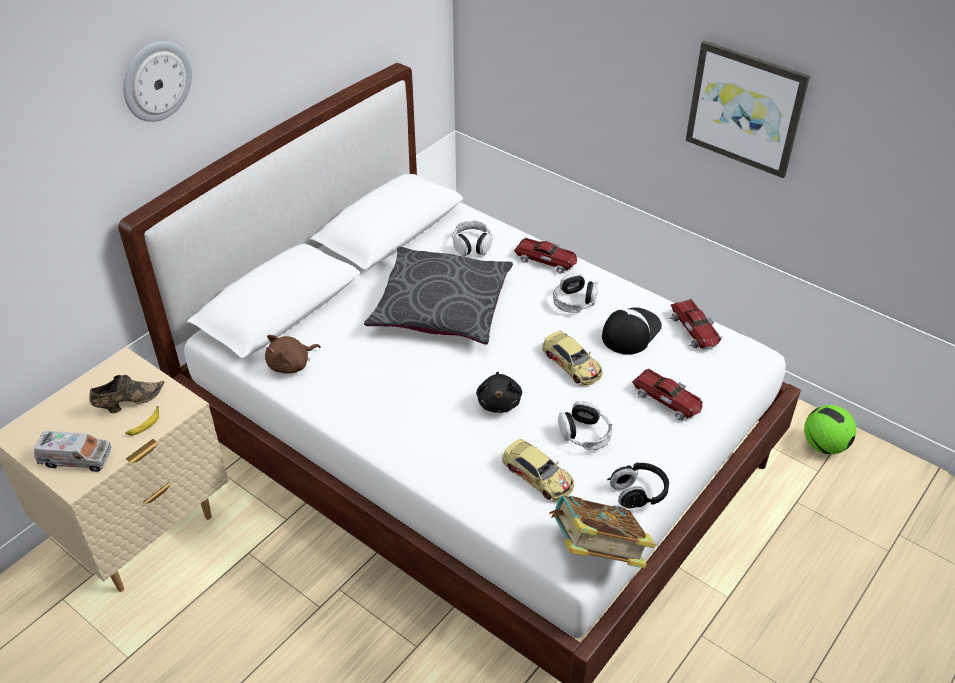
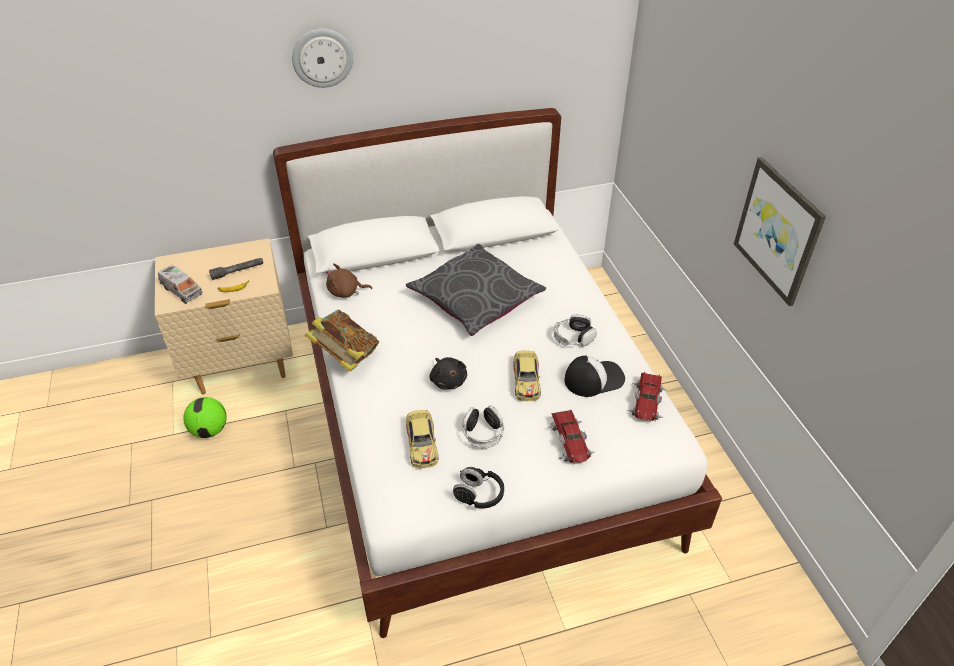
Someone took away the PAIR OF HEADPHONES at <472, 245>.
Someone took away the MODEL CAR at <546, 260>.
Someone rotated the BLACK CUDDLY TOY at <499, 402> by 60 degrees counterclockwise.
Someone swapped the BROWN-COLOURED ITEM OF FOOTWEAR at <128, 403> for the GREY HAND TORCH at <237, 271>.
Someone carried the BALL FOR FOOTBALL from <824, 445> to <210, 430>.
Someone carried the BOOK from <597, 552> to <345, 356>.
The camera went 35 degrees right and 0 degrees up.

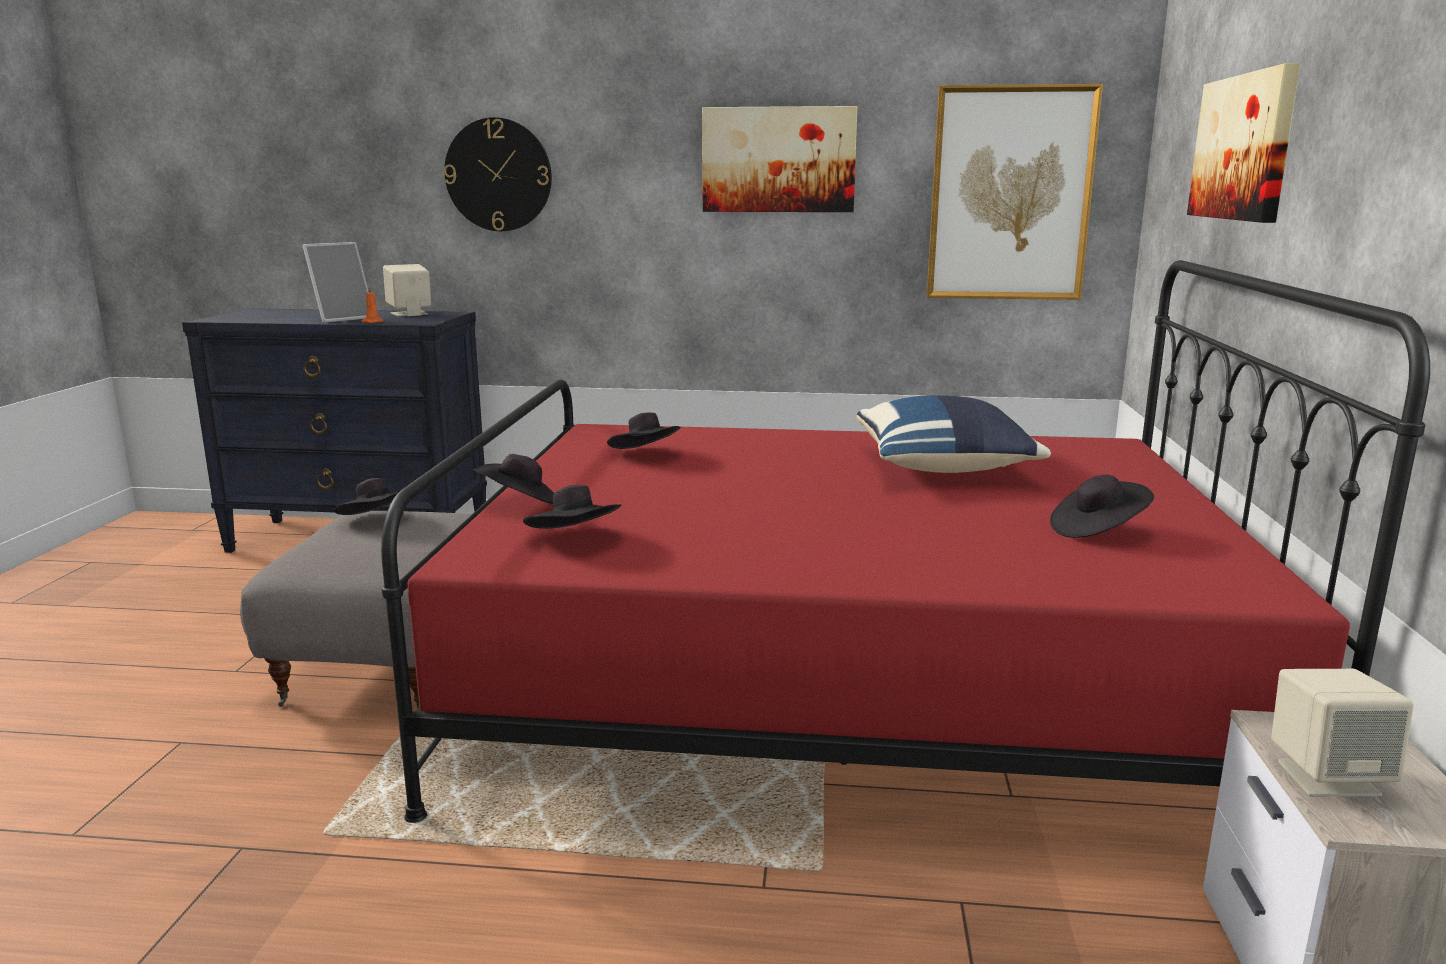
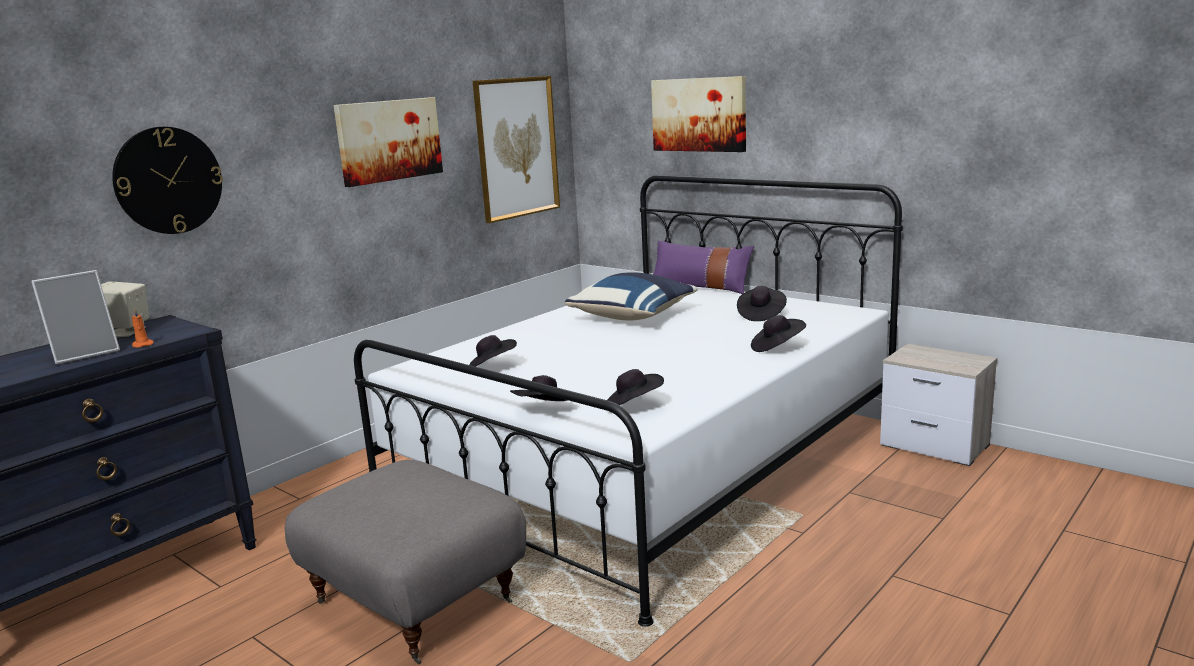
Someone rotated the PICTURE FRAME at <342, 318> by 60 degrees clockwise.
Someone repainted the REDDISH BED at <843, 687>, which became the WHITE BED at <648, 462>.
Someone carried the BLACK WEARABLE HAT from <376, 521> to <777, 348>.
Someone took away the BEIGE LOUDSPEAKER at <1327, 777>.
Someone put down the PURPLE PILLOW at <700, 287>.
The camera went 55 degrees left and 0 degrees up.

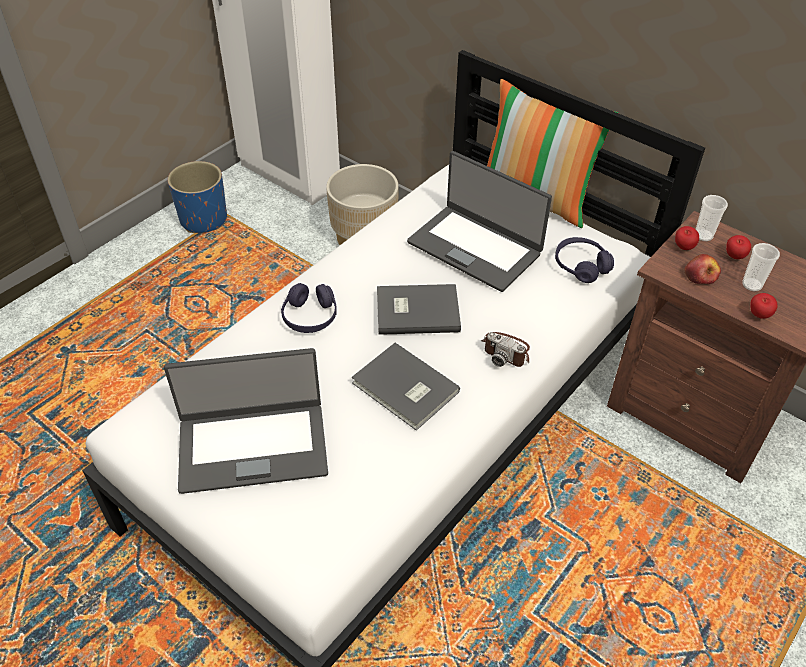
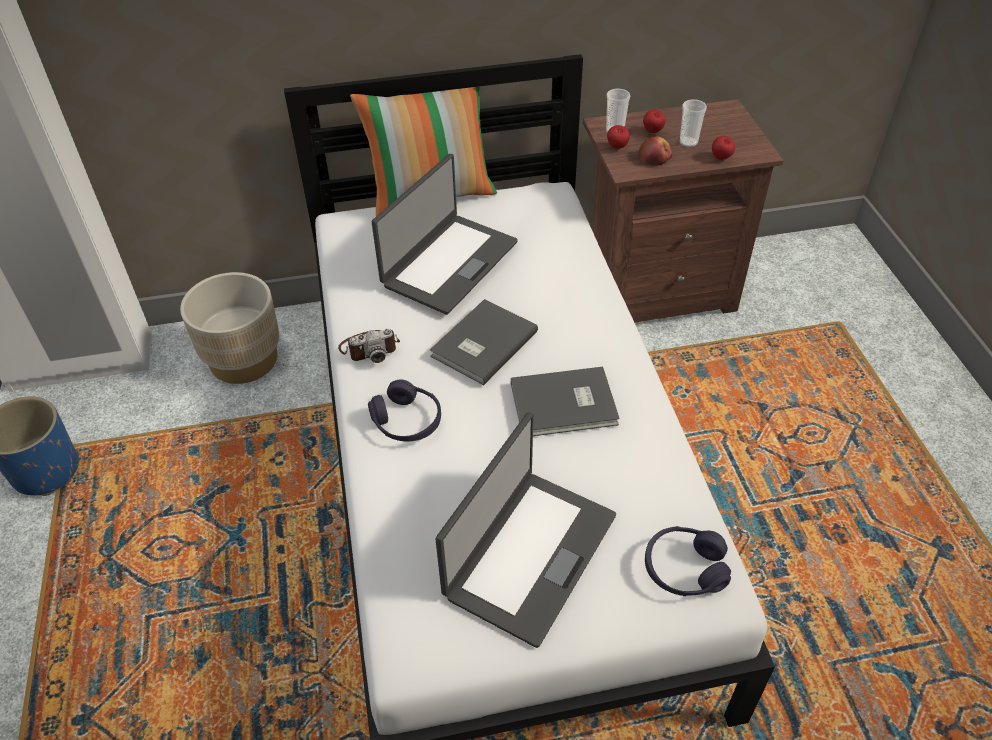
Someone rotated the PORTABLE COMPUTER at <475, 247> by 45 degrees counterclockwise.
Someone carried the PURPLE PAIR OF HEADPHONES from <581, 266> to <684, 569>.
Someone carried the STILL CAMERA from <506, 351> to <369, 348>.
The camera went 50 degrees left and 0 degrees up.

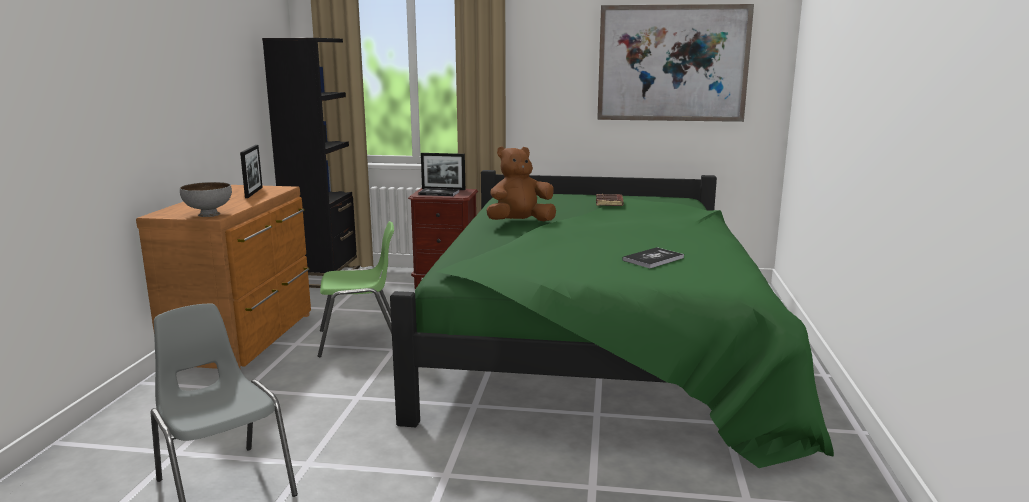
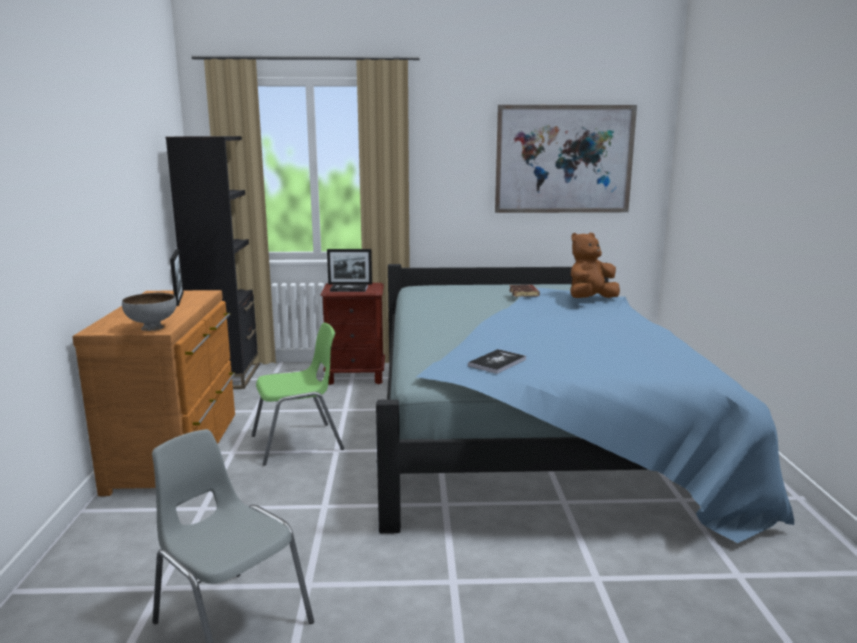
Someone carried the BROWN-COLOURED CUDDLY TOY from <520, 223> to <590, 300>.
Someone repainted the GREEN-COLOURED BED at <599, 347>, which became the BLUE BED at <533, 432>.
Someone carried the BOOK from <653, 259> to <497, 362>.
The camera went 10 degrees left and 0 degrees up.

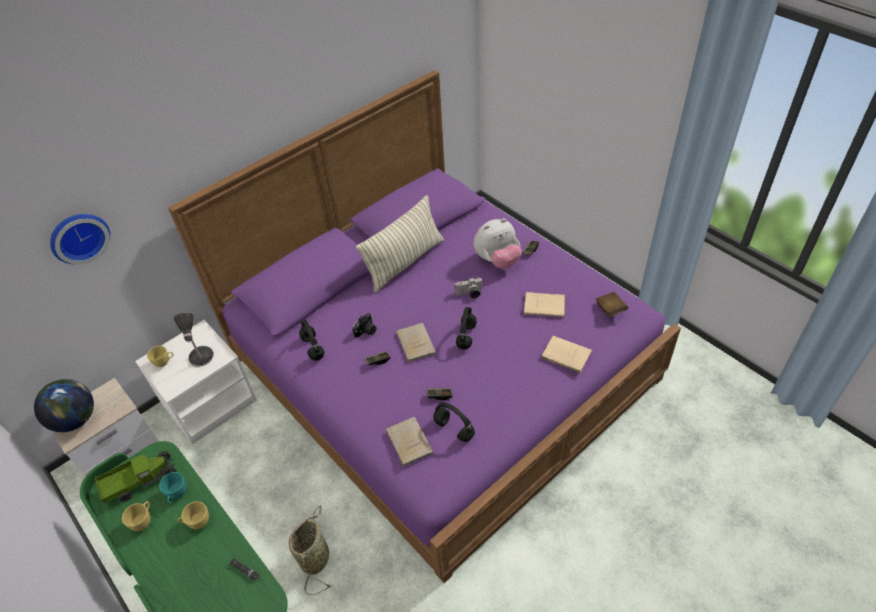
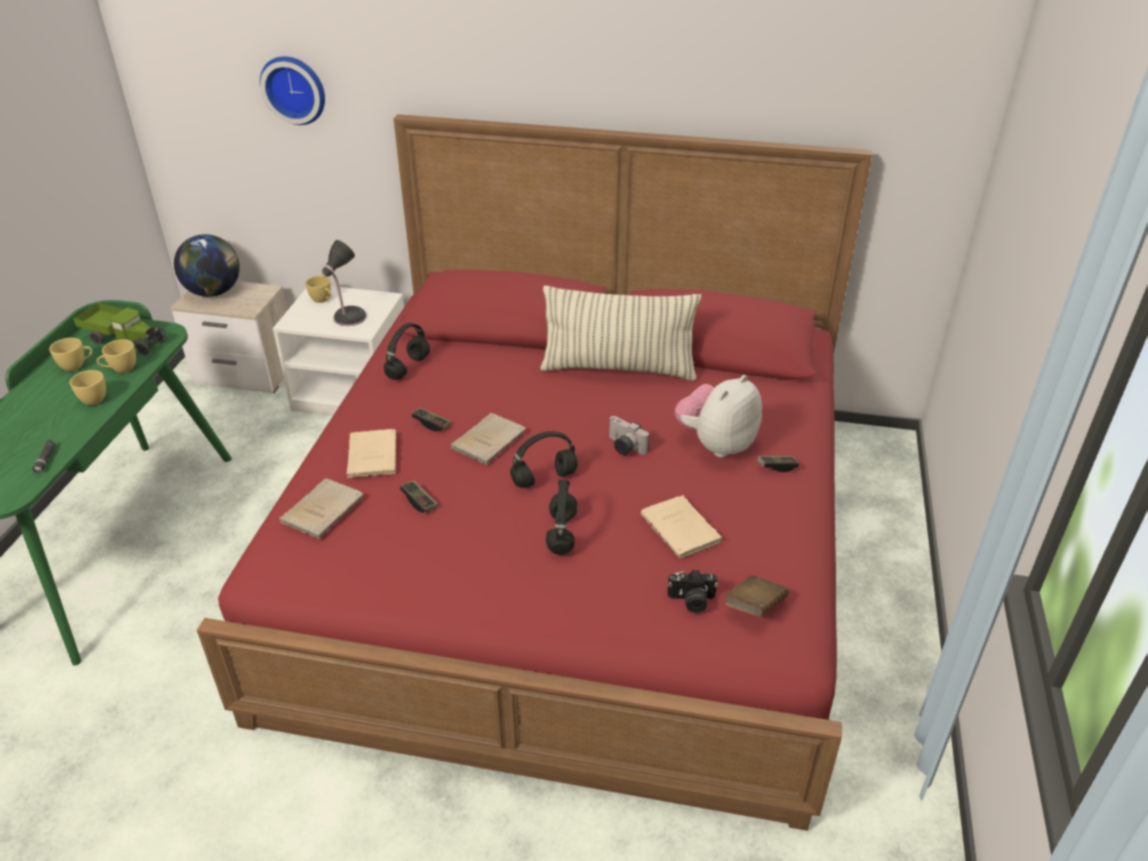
Someone repainted the PURPLE BED at <442, 367>, which became the REDDISH BED at <574, 548>.
Someone rotated the CUDDLY TOY at <497, 260> by 105 degrees clockwise.
Someone carried the STILL CAMERA from <366, 331> to <691, 601>.
Someone carried the BEIGE BOOK from <564, 354> to <372, 454>.
Someone carried the BLACK PAIR OF HEADPHONES from <453, 429> to <561, 533>.
Someone repainted the TURQUOISE SMALL CUP at <177, 495>, which became the YELLOW SMALL CUP at <120, 369>.
Someone took away the STORAGE BASKET at <315, 556>.
The camera went 50 degrees right and 10 degrees down.

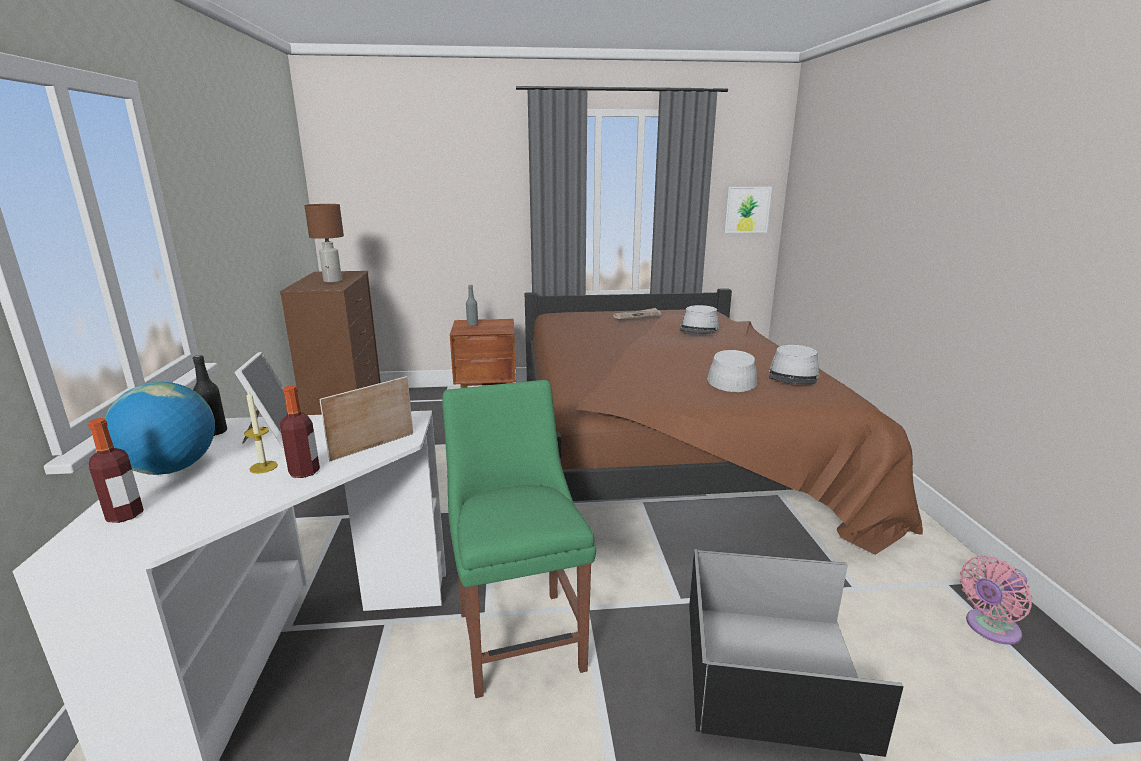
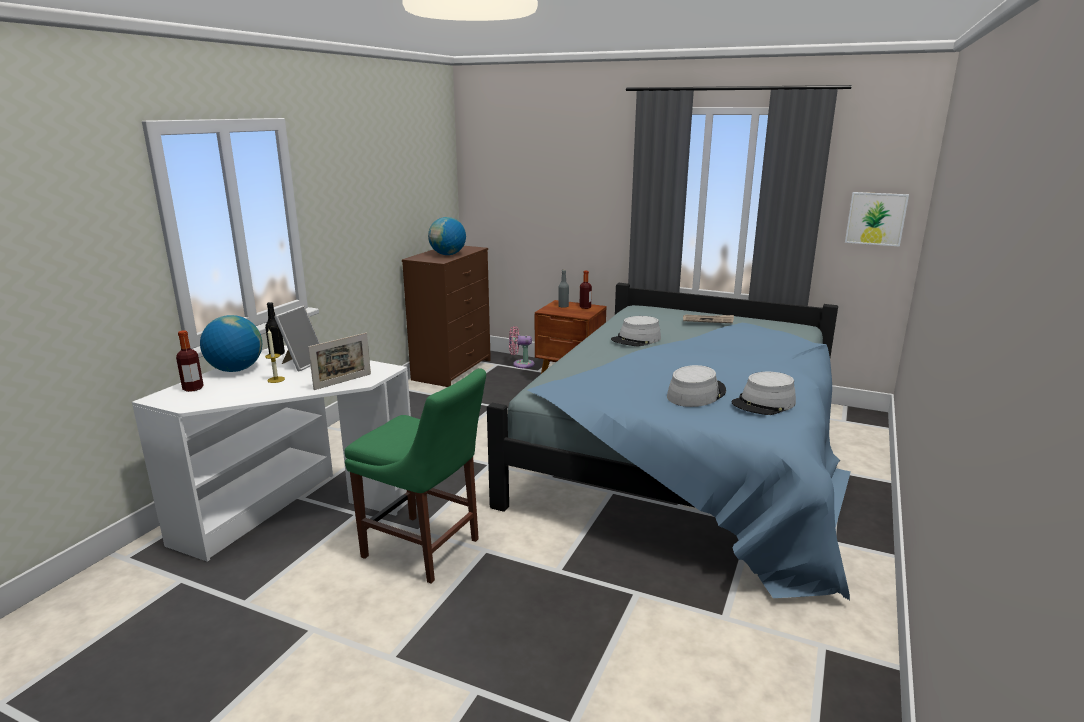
Someone swapped the BROWN-COLOURED TABLETOP LAMP at <333, 281> for the WORLD GLOBE at <448, 254>.
Someone repainted the BROWN-COLOURED BED at <670, 451>, which became the BLUE BED at <688, 459>.
Someone carried the GREY WEARABLE HAT from <699, 328> to <636, 339>.
Someone rotated the PICTURE FRAME at <373, 447> by 150 degrees clockwise.
Someone rotated the GREEN-COLOURED CHAIR at <519, 634> by 105 degrees clockwise.
Someone carried the BOTTLE from <304, 472> to <585, 307>.
Someone took away the BLACK STORAGE CONTAINER at <774, 674>.
Someone carried the PINK-COLOURED FAN from <989, 628> to <521, 364>.
The camera went 30 degrees right and 0 degrees up.

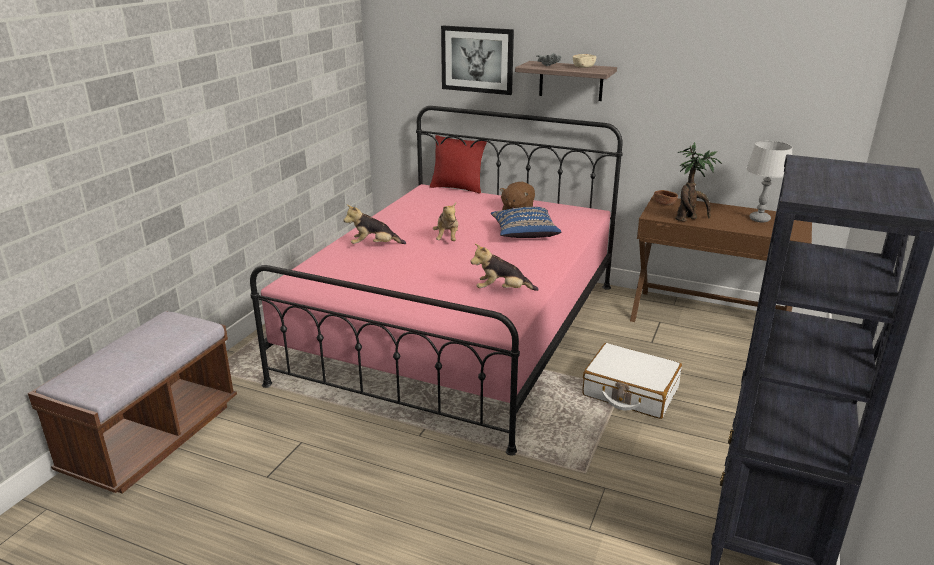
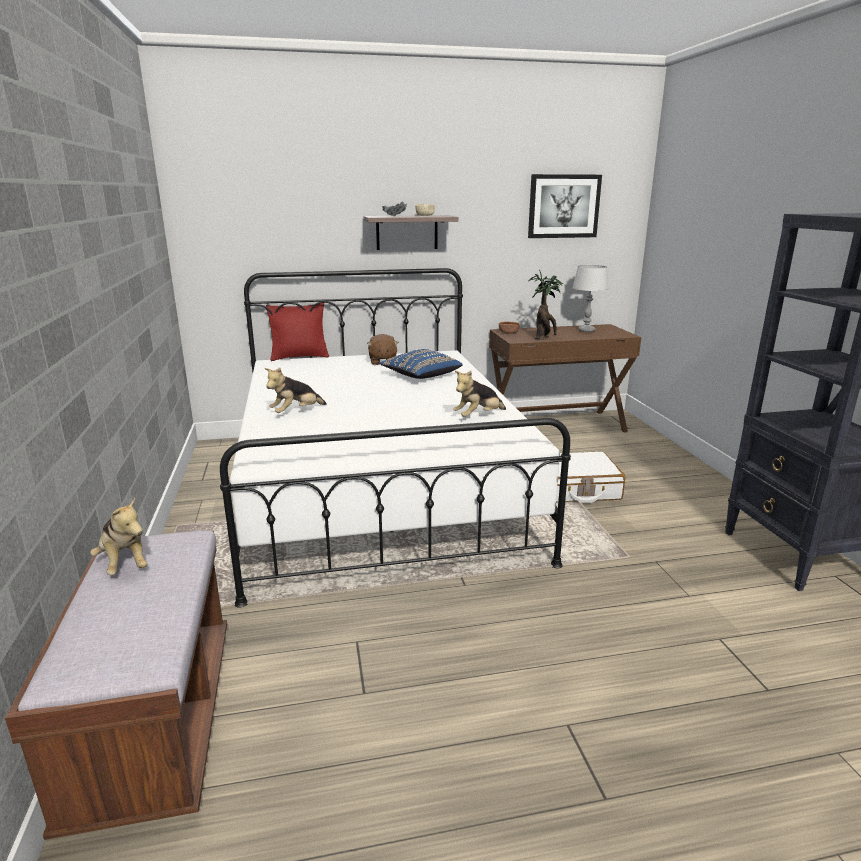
Someone carried the PICTURE from <477, 59> to <563, 206>.
Someone repainted the PINK-COLOURED BED at <456, 330>, which became the WHITE BED at <379, 488>.
Someone carried the CUDDLY TOY from <447, 238> to <125, 563>.
The camera went 35 degrees left and 5 degrees down.

